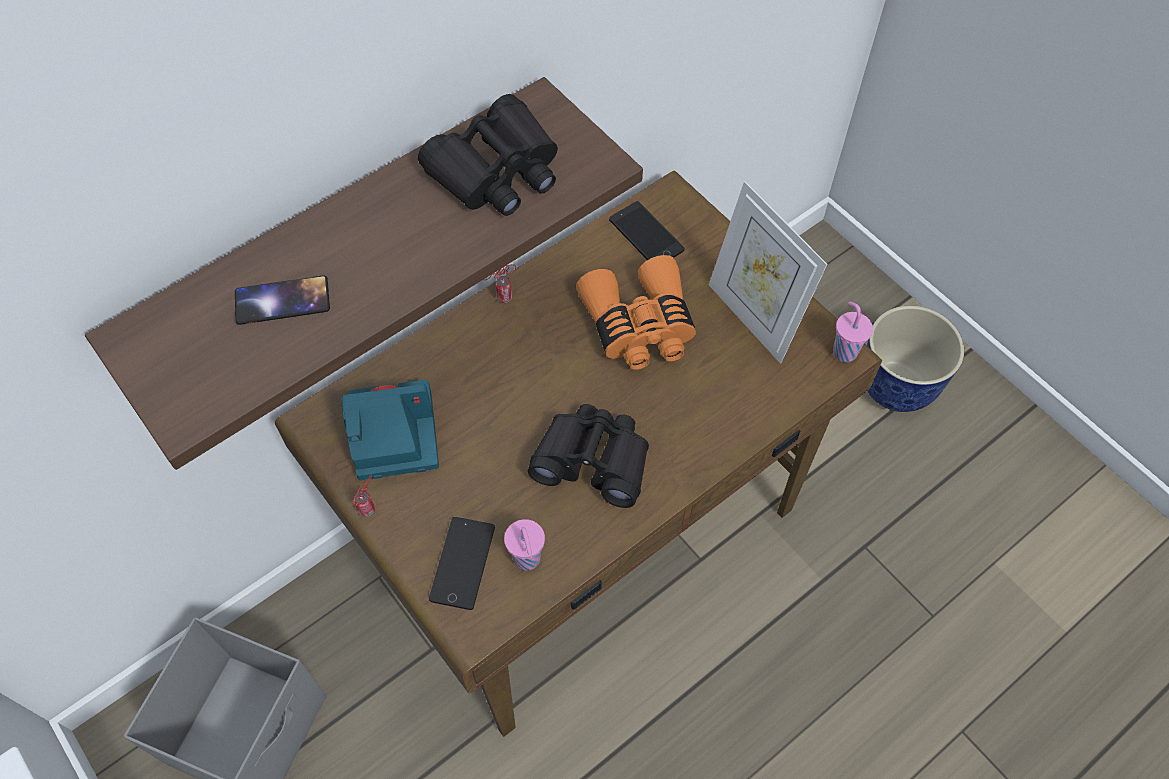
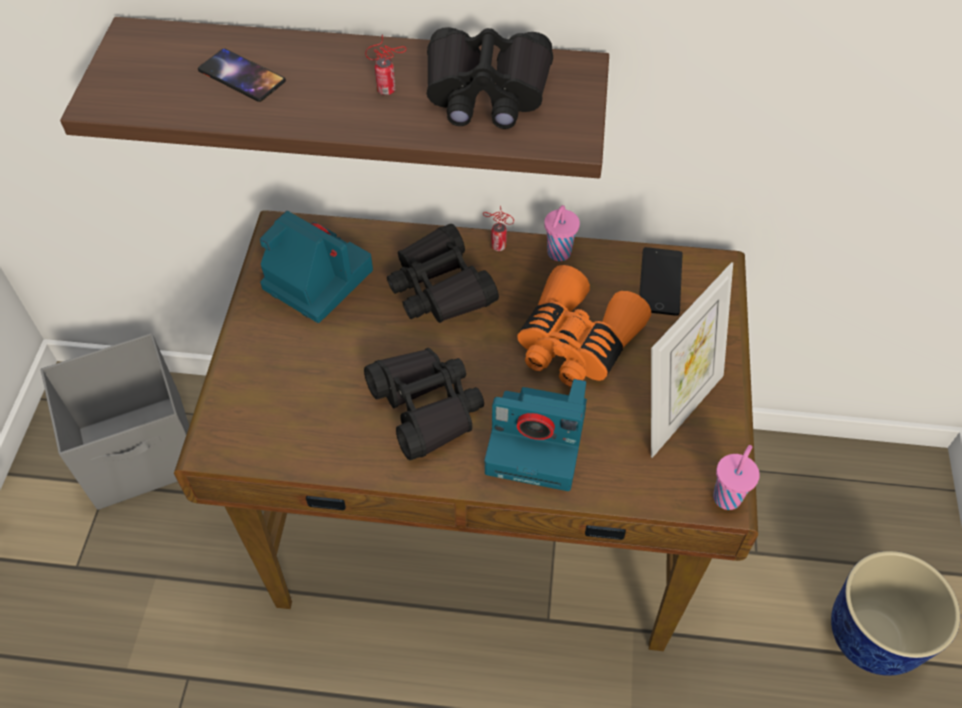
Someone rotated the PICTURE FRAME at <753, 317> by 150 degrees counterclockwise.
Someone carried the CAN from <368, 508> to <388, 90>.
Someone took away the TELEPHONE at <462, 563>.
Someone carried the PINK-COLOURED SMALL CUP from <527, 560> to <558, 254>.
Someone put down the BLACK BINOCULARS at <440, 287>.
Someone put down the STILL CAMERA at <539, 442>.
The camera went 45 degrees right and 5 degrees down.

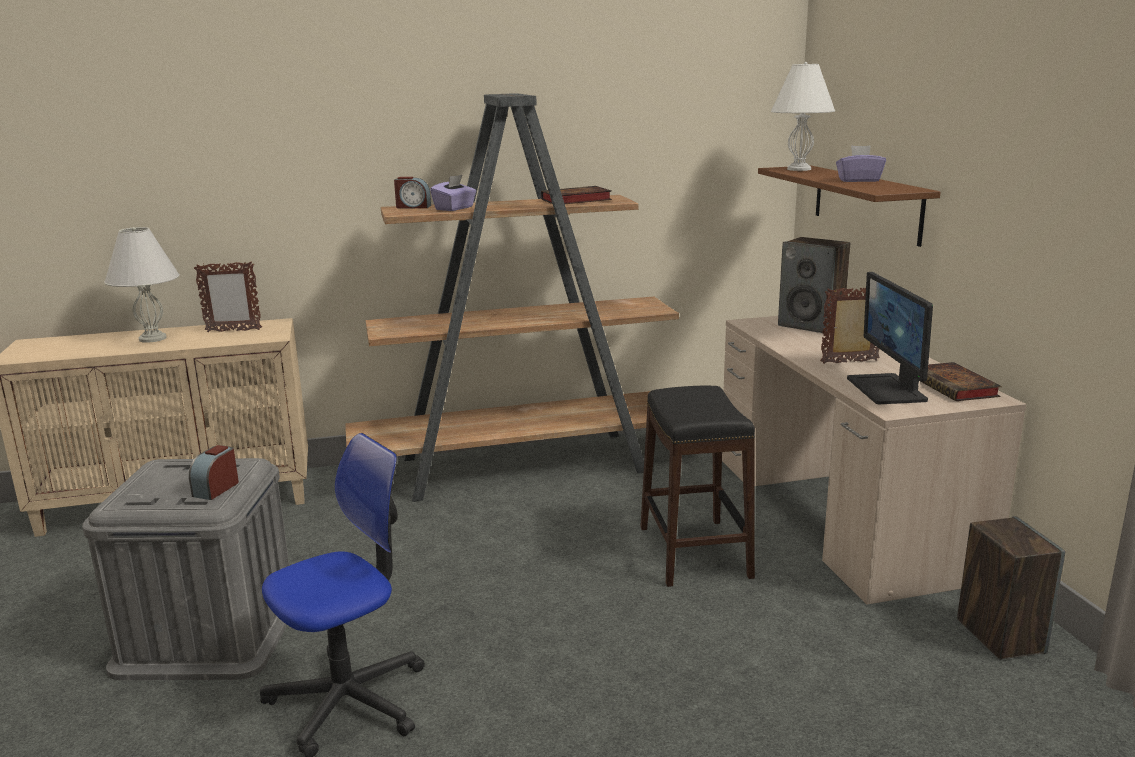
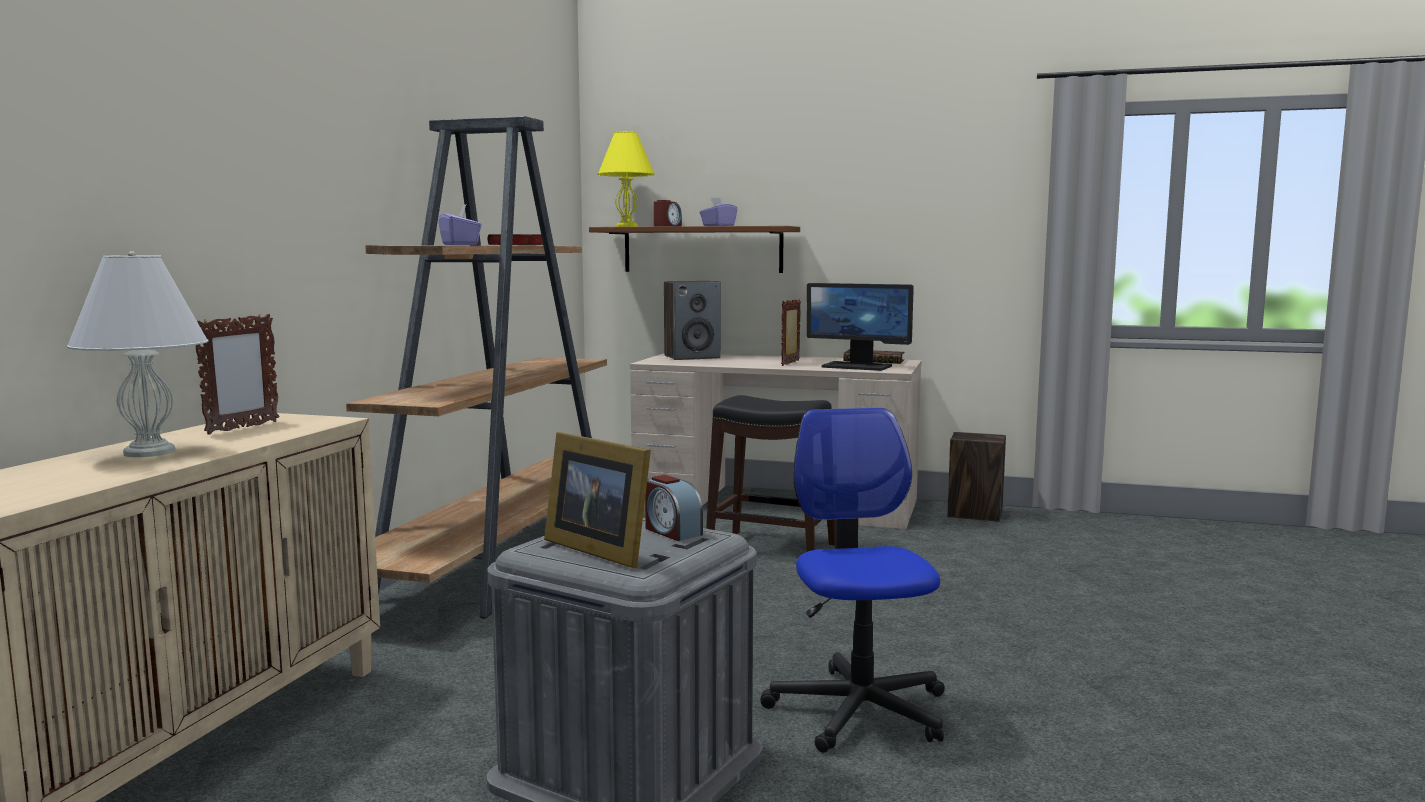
Someone repainted the WHITE TABLETOP LAMP at <799, 169>, which became the YELLOW TABLETOP LAMP at <627, 226>.
Someone carried the TABLE CLOCK from <413, 207> to <667, 226>.
Someone put down the PICTURE FRAME at <599, 548>.
The camera went 60 degrees left and 10 degrees down.

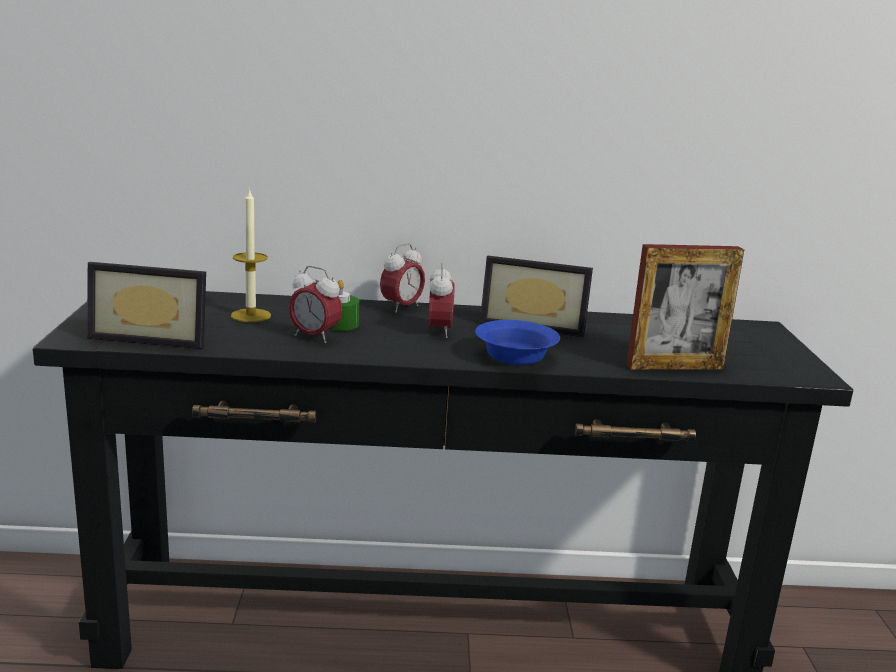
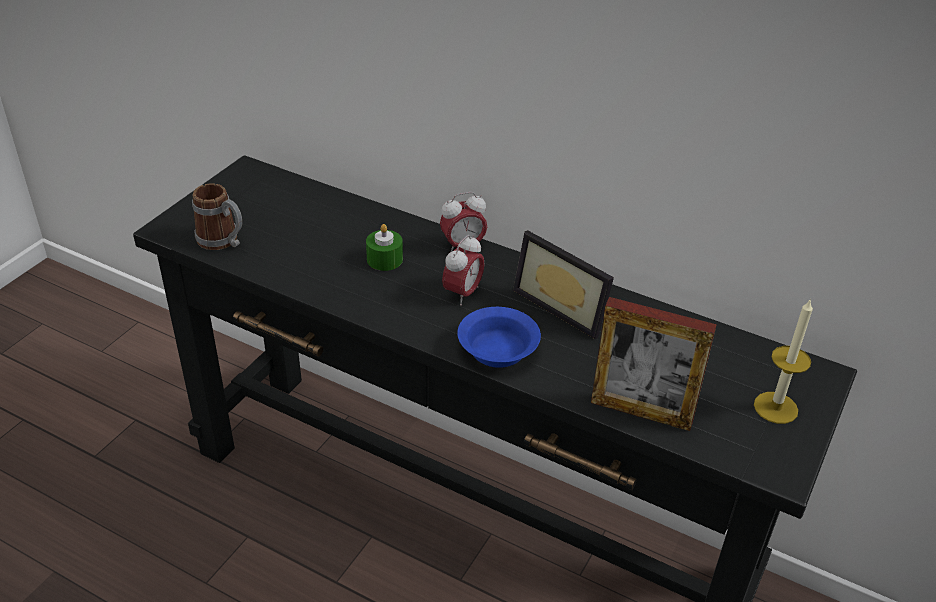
Someone carried the WAX LIGHT from <251, 315> to <775, 407>.
Someone swapped the PICTURE FRAME at <152, 337> for the TEA MUG at <223, 241>.
Someone took away the TABLE CLOCK at <314, 337>.
The camera went 30 degrees right and 20 degrees up.

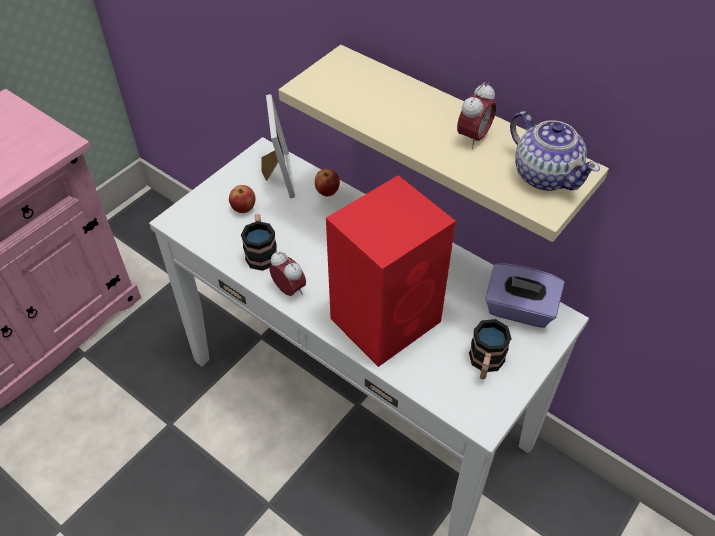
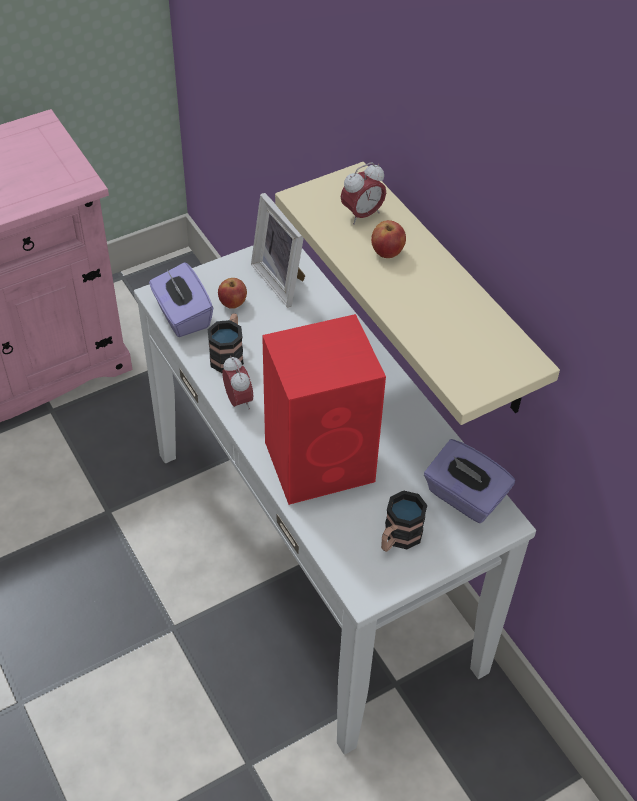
Someone carried the TABLE CLOCK from <473, 138> to <362, 215>.
Someone rotated the PICTURE FRAME at <277, 177> by 135 degrees clockwise.
Someone took away the POT FOR TEA at <545, 175>.
Someone carried the APPLE FRUIT from <327, 191> to <387, 252>.
Someone put down the PURPLE TISSUE BOX at <182, 316>.
The camera went 20 degrees right and 0 degrees up.

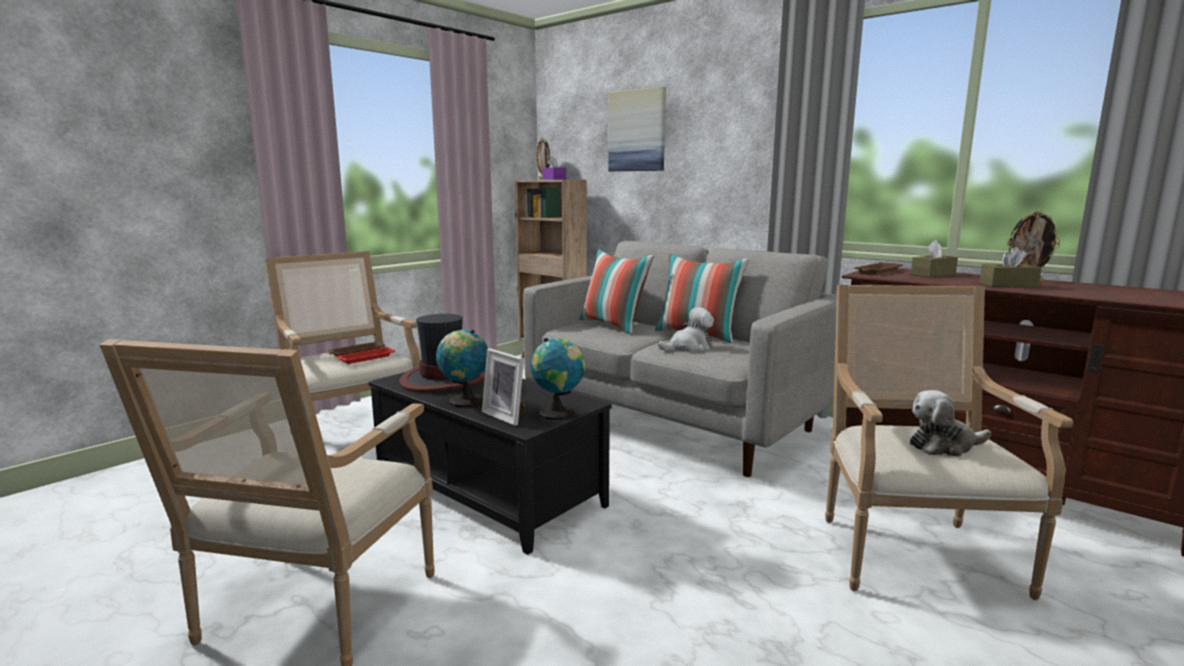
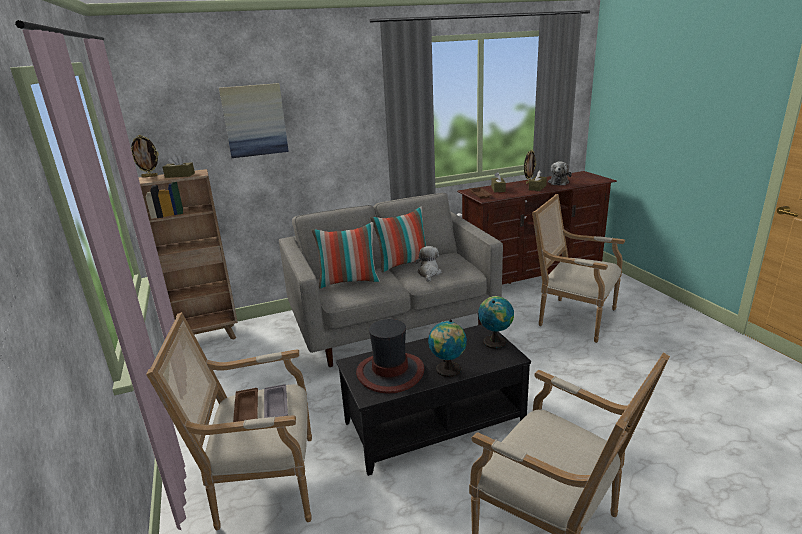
Someone repainted the PURPLE TISSUE BOX at <554, 179>, which became the BROWN-COLOURED TISSUE BOX at <180, 175>.
Someone repainted the REDDISH TRAY at <365, 358>, which became the GREY TRAY at <276, 406>.
Someone took away the PICTURE FRAME at <507, 416>.
Someone carried the CUDDLY TOY from <944, 446> to <558, 182>.
The camera went 60 degrees left and 10 degrees up.

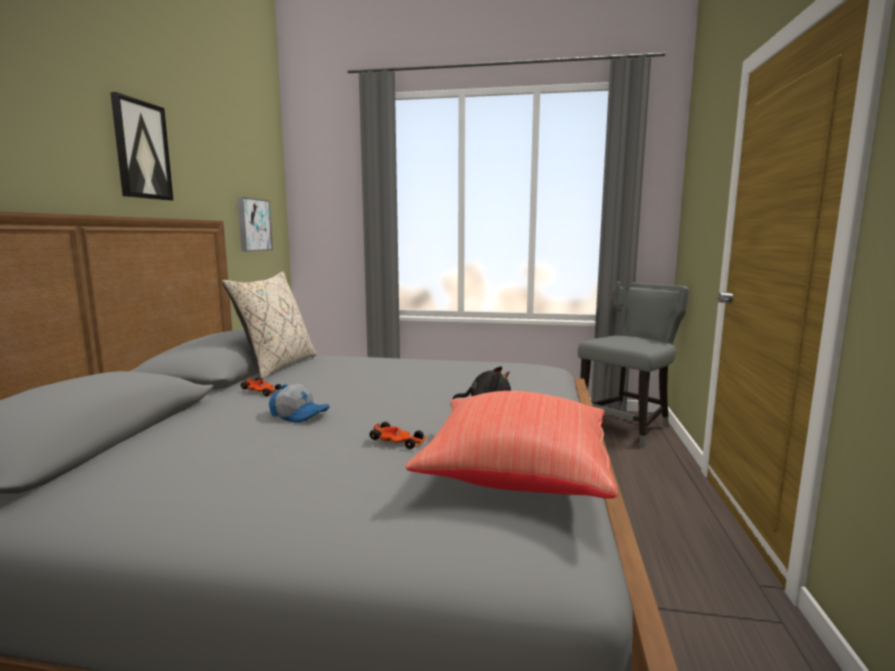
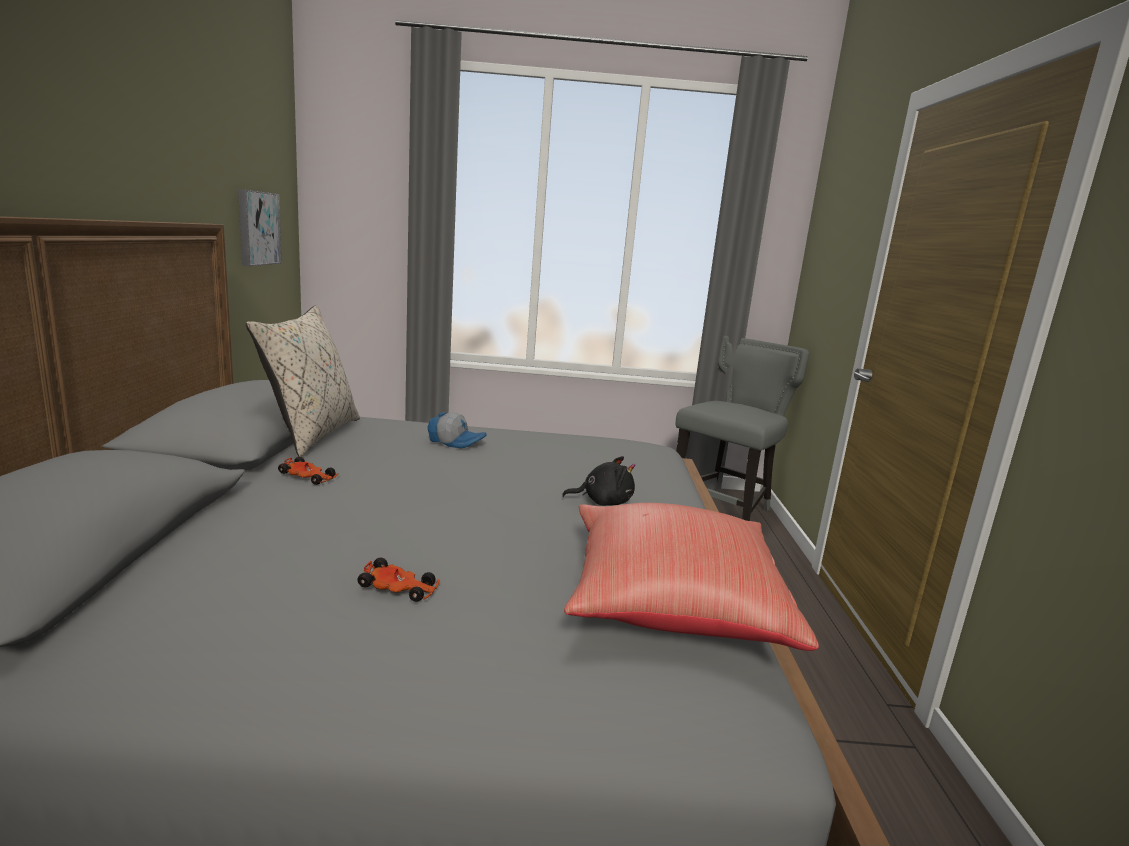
Someone took away the PICTURE at <141, 150>.
Someone carried the CAP from <300, 415> to <456, 442>.
Someone carried the MODEL CAR from <399, 442> to <400, 589>.
The camera went 10 degrees left and 5 degrees up.

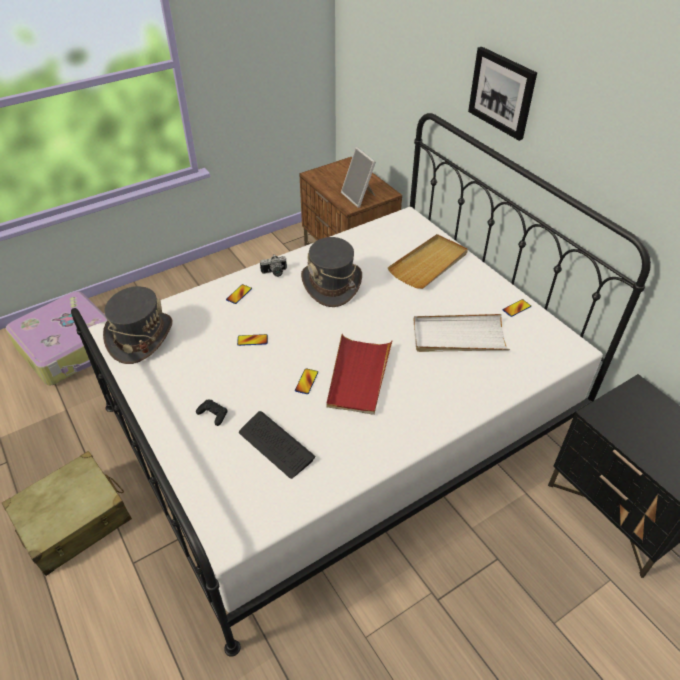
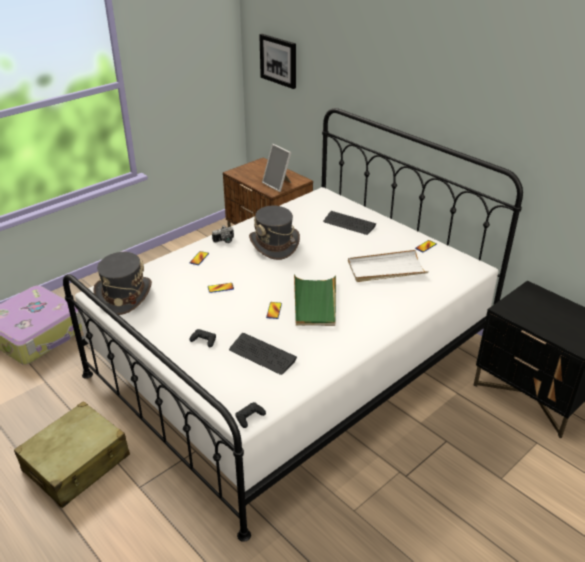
Someone carried the PICTURE from <502, 92> to <279, 60>.
Someone swapped the BEIGE TRAY at <429, 264> for the COMPUTER KEYBOARD at <349, 224>.
Someone repainted the REDDISH TRAY at <358, 376>, which became the GREEN-COLOURED TRAY at <315, 303>.
Someone put down the BLACK GAMEPAD at <249, 417>.
The camera went 10 degrees left and 10 degrees down.

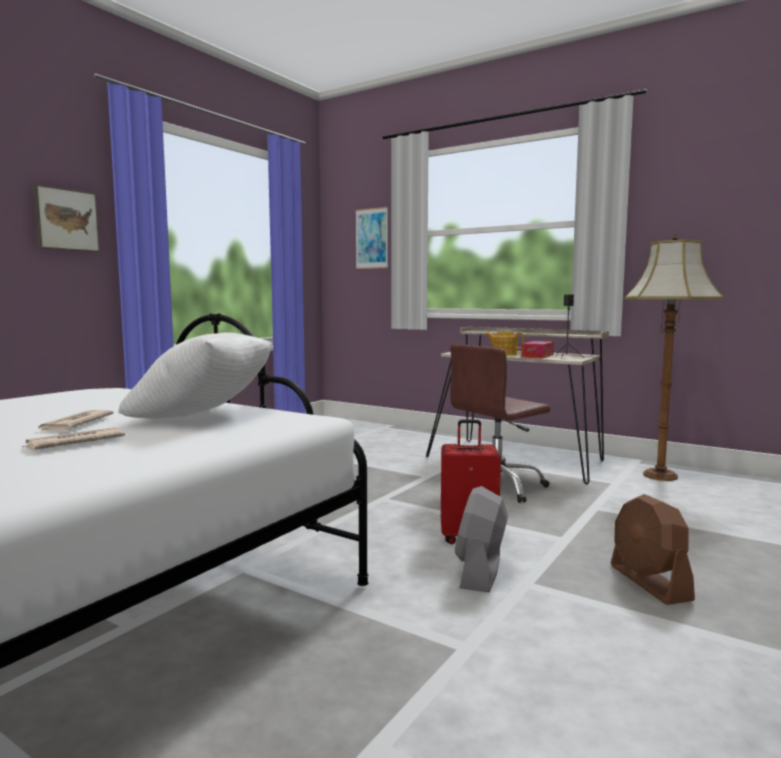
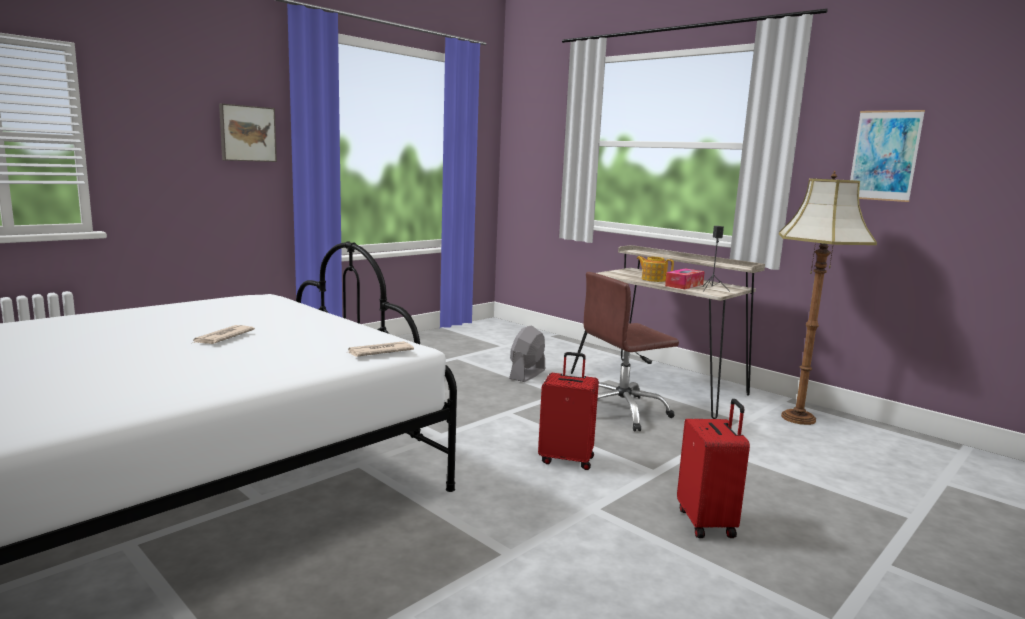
Someone carried the PICTURE from <372, 238> to <884, 155>.
Someone took away the WHITE PILLOW at <204, 417>.
Someone carried the NEWSPAPER from <74, 443> to <379, 352>.
Someone carried the GREY FAN from <480, 572> to <527, 374>.
Someone swapped the BROWN-COLOURED FAN at <649, 583> for the REDDISH SUITCASE at <707, 522>.
The camera went 10 degrees right and 5 degrees up.

